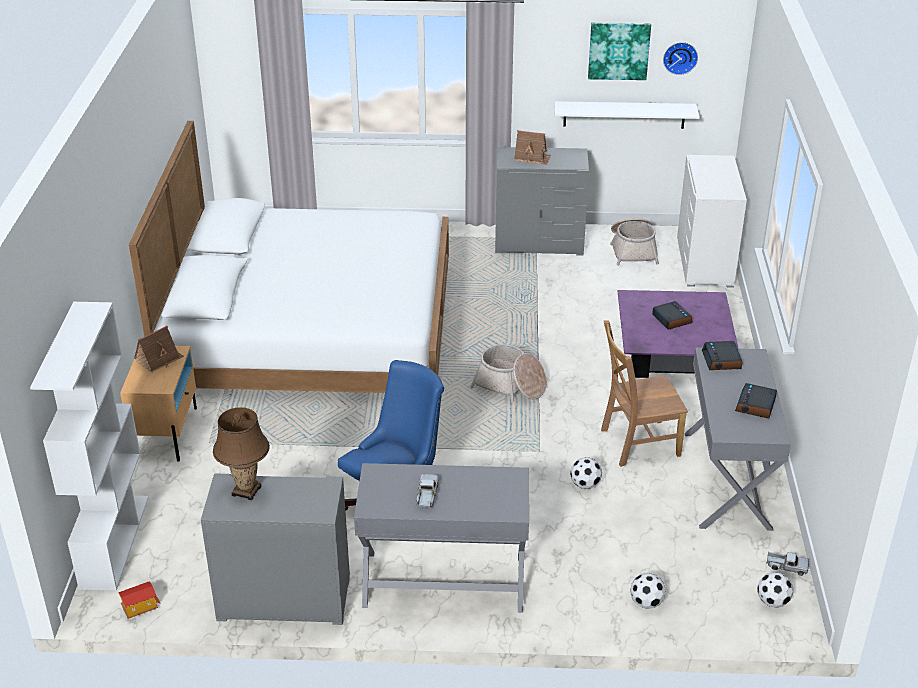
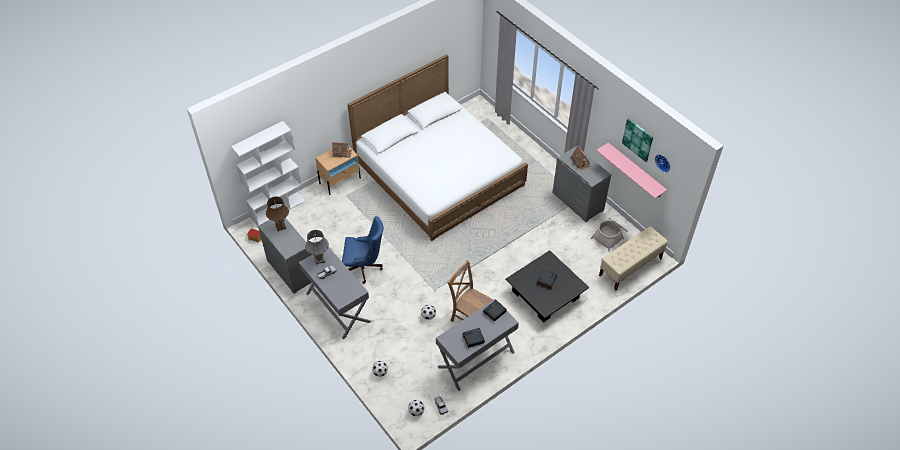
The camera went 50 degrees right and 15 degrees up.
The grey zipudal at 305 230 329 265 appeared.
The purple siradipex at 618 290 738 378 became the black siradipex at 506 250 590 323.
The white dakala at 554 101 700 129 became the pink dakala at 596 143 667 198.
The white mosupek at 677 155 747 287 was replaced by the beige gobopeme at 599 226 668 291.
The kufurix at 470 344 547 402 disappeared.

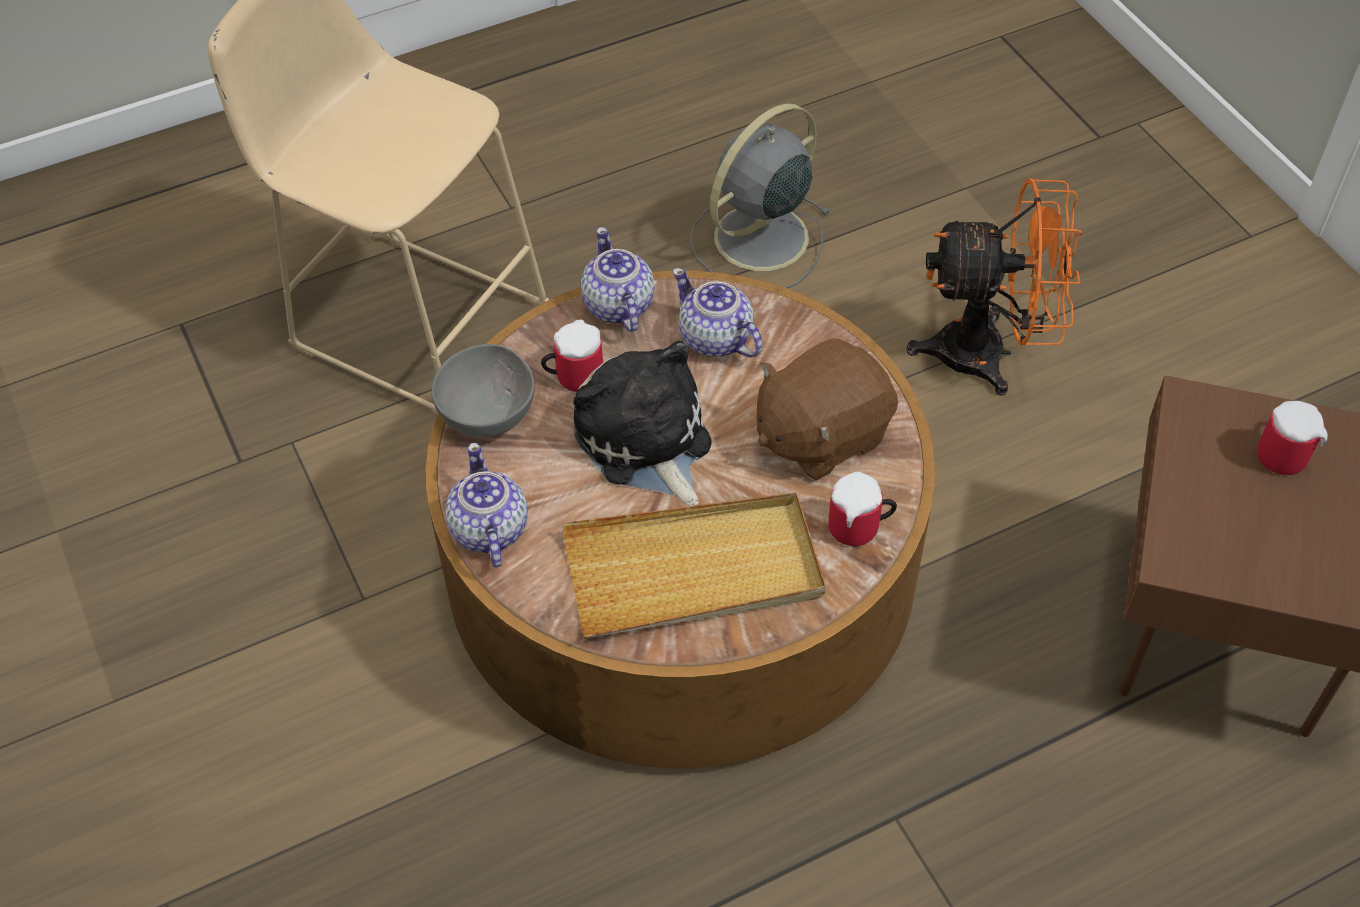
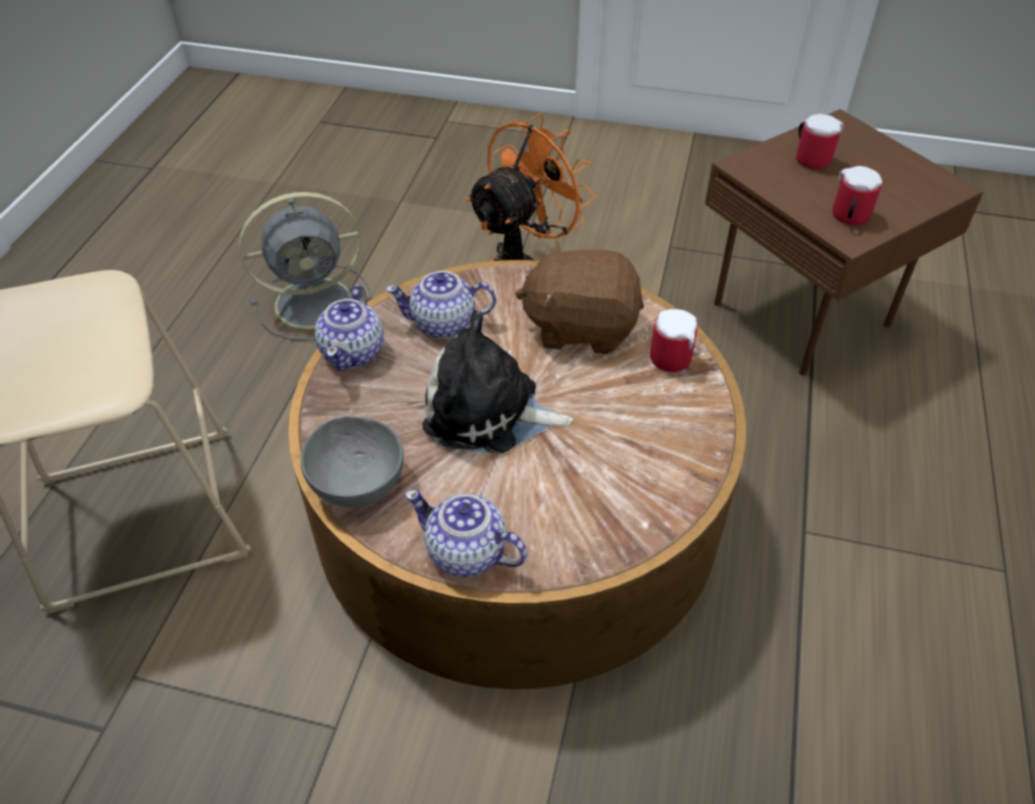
The camera went 50 degrees left and 5 degrees down.
The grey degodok at 690 103 831 288 turned 105 degrees counterclockwise.
The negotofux at 581 227 654 332 turned 105 degrees counterclockwise.
The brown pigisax at 756 338 898 481 turned 90 degrees clockwise.
The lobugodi moved from 541 320 603 392 to 833 166 882 225.
The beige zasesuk at 562 493 826 638 disappeared.

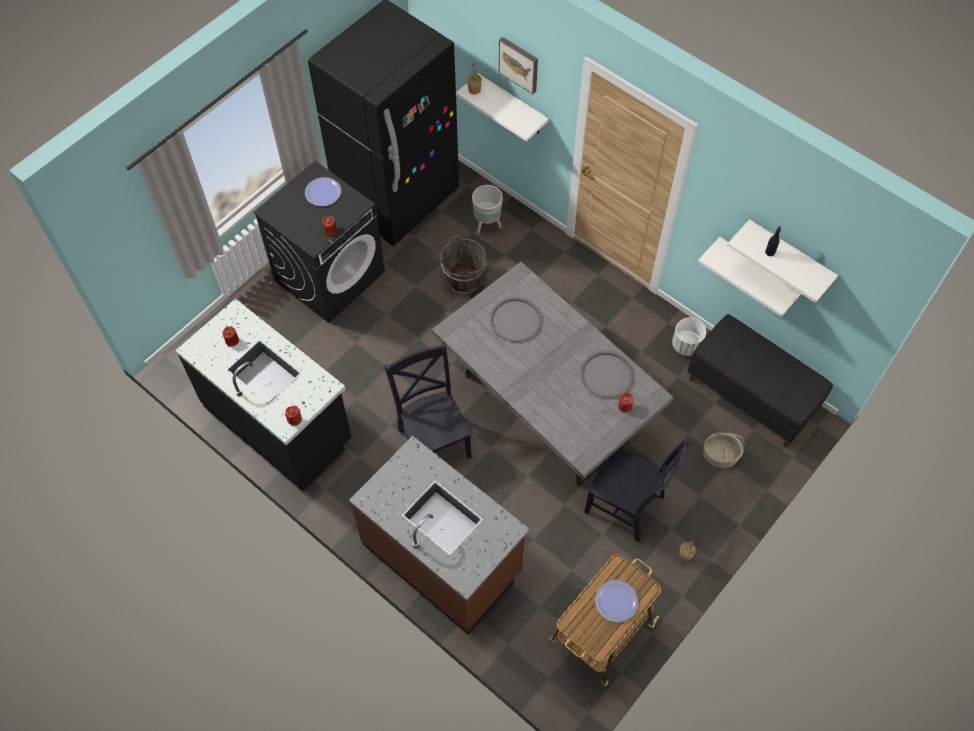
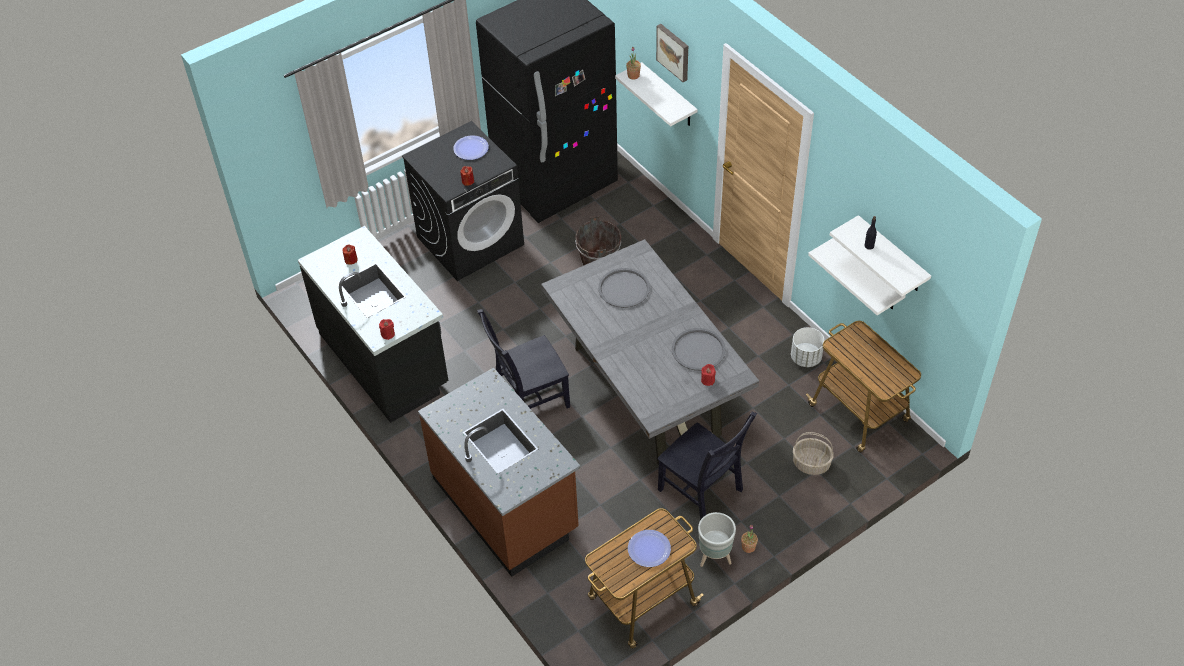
The camera went 15 degrees right and 10 degrees down.
The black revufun at 384 342 472 459 turned 105 degrees counterclockwise.
The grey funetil moved from 472 185 503 234 to 698 512 736 567.
The black gobopeme at 687 314 833 447 was replaced by the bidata at 806 321 921 453.

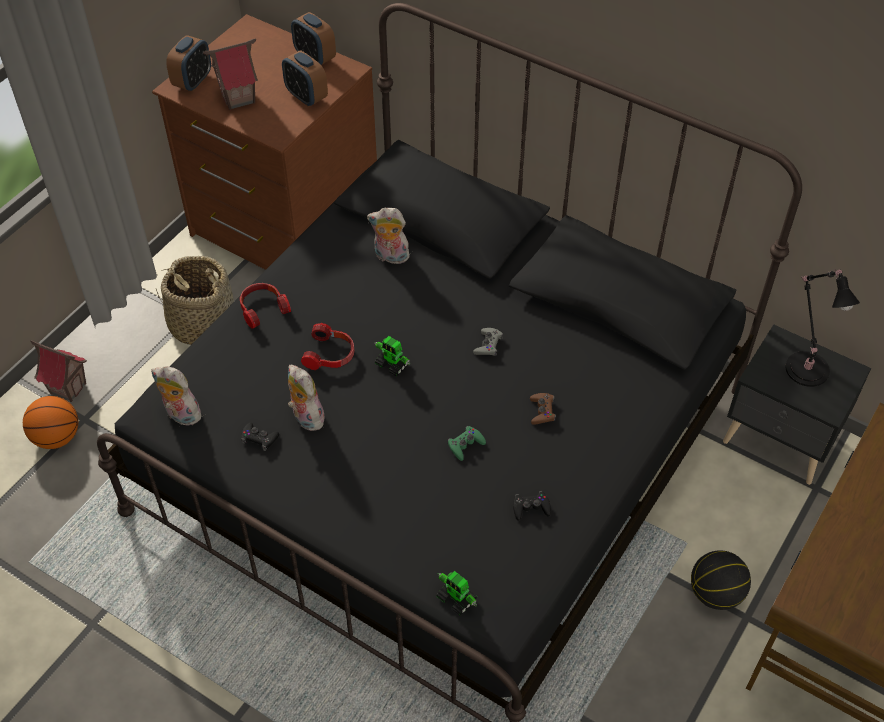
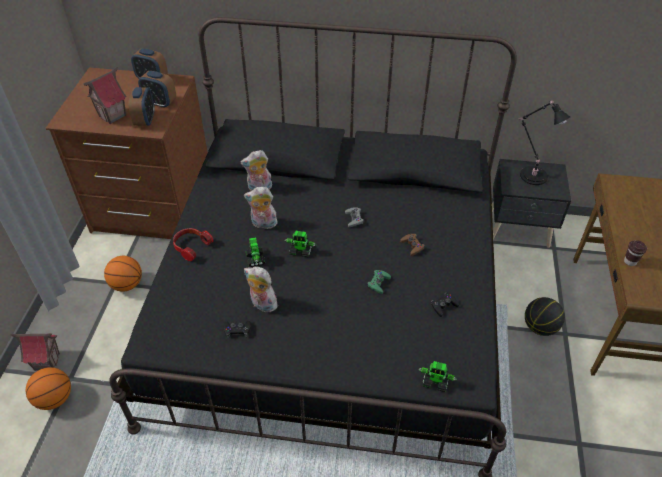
The camera went 25 degrees left and 5 degrees down.
The kufurix at 155 256 234 345 was replaced by the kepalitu at 104 256 142 292.
The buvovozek moved from 166 35 211 91 to 128 87 155 126.
The pigisax moved from 151 367 201 425 to 244 187 277 229.
The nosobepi at 301 323 354 370 was replaced by the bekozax at 246 237 265 267.
The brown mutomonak at 624 240 647 266 appeared.

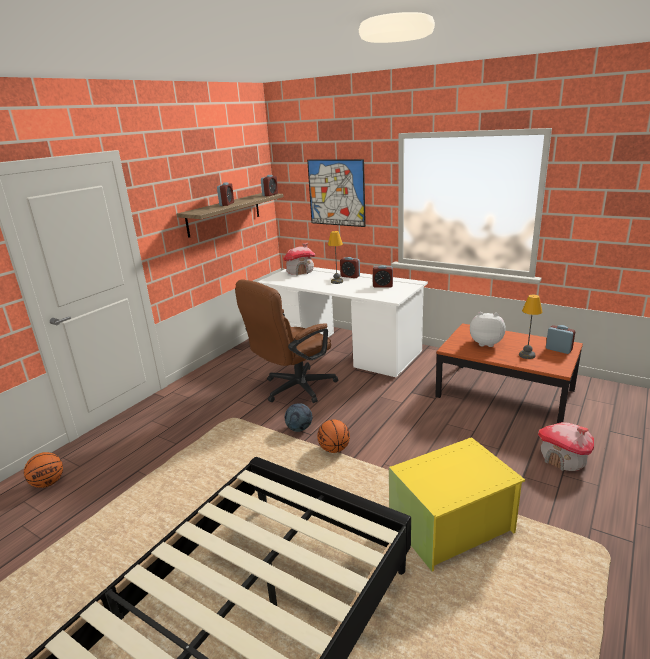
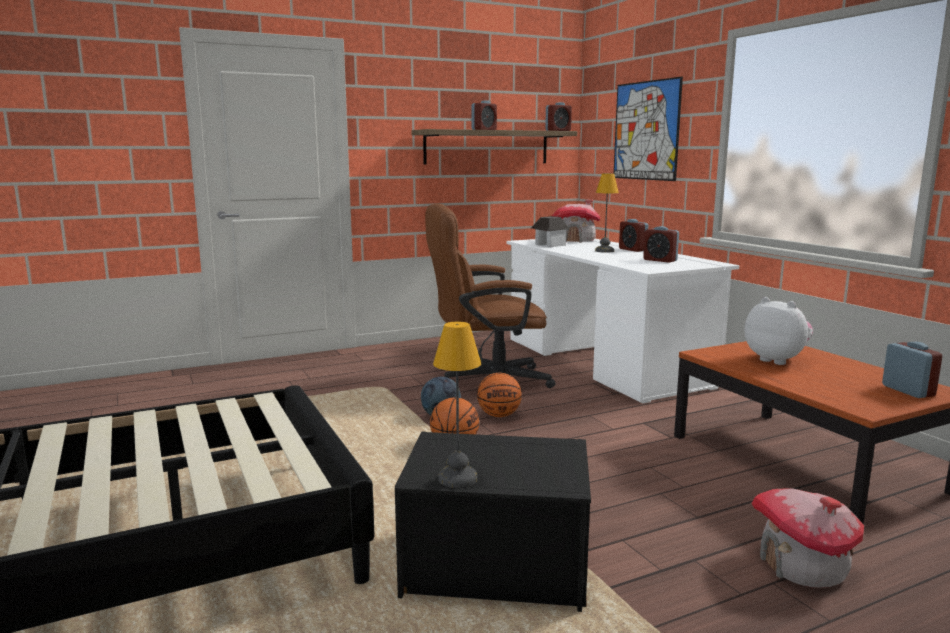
The camera went 30 degrees right and 10 degrees down.
The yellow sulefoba at 389 437 525 571 became the black sulefoba at 395 431 591 612.
The zipudal moved from 519 295 542 359 to 433 322 481 488.
The kepalitu moved from 24 452 63 488 to 477 373 522 417.
The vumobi at 531 216 570 247 appeared.

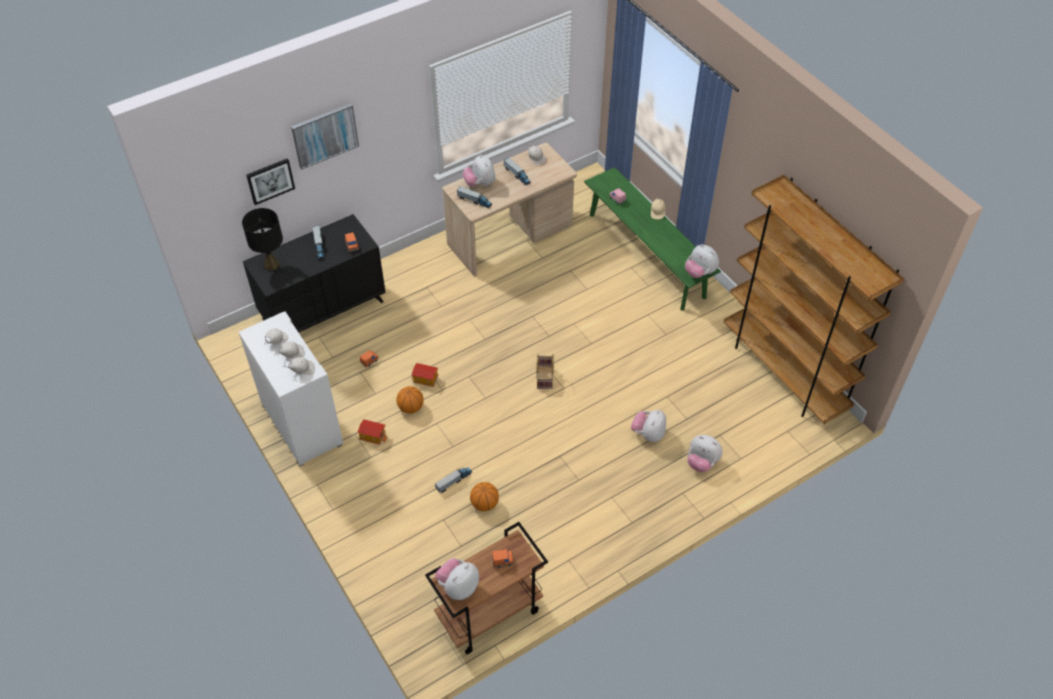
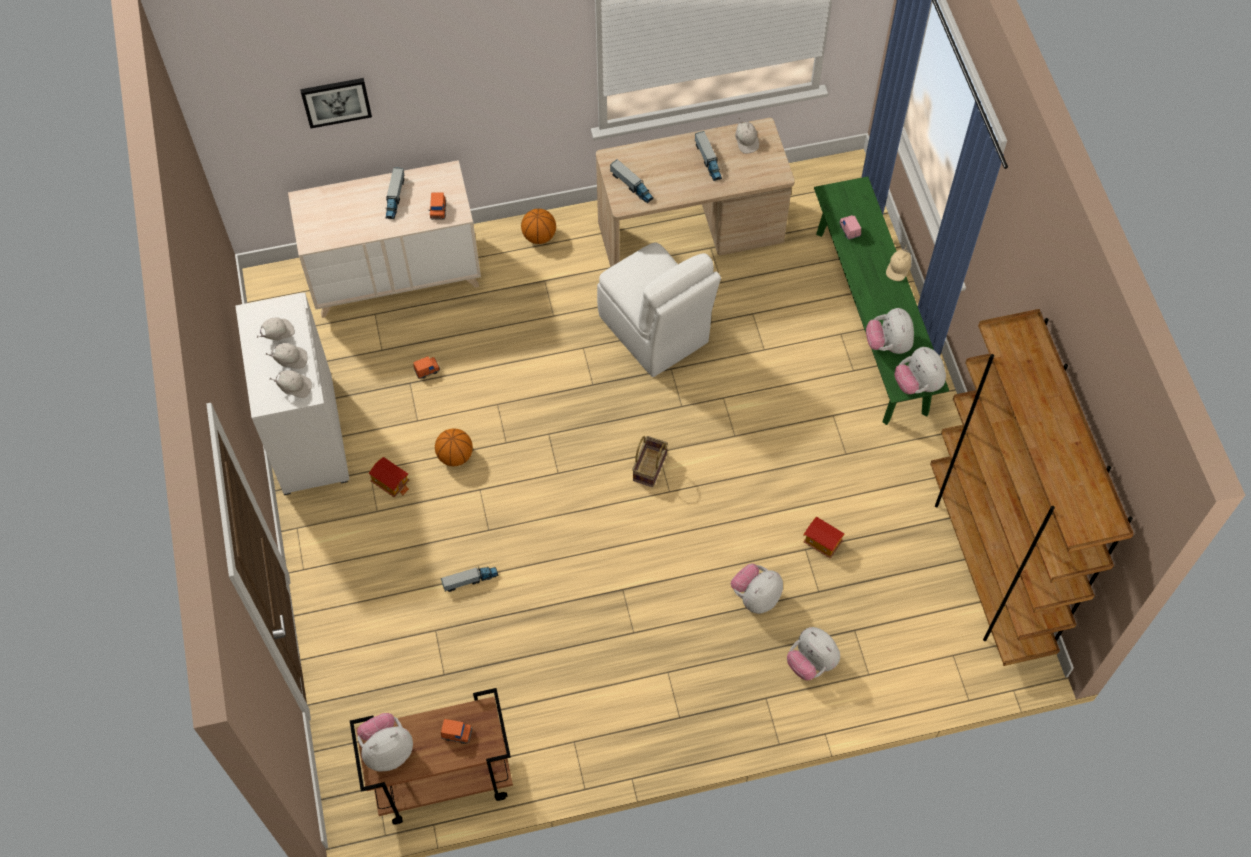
The camera went 20 degrees right and 10 degrees up.
The black mosupek at 243 214 386 333 became the beige mosupek at 288 160 481 318.
The kepalitu moved from 470 482 499 511 to 521 209 556 244.
The white revufun at 597 242 721 377 appeared.
The vumobi moved from 412 363 439 387 to 803 517 845 558.
The pigisax moved from 463 154 495 186 to 866 308 914 354.
The black zipudal at 242 208 283 270 disappeared.
The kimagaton at 291 103 359 169 disappeared.

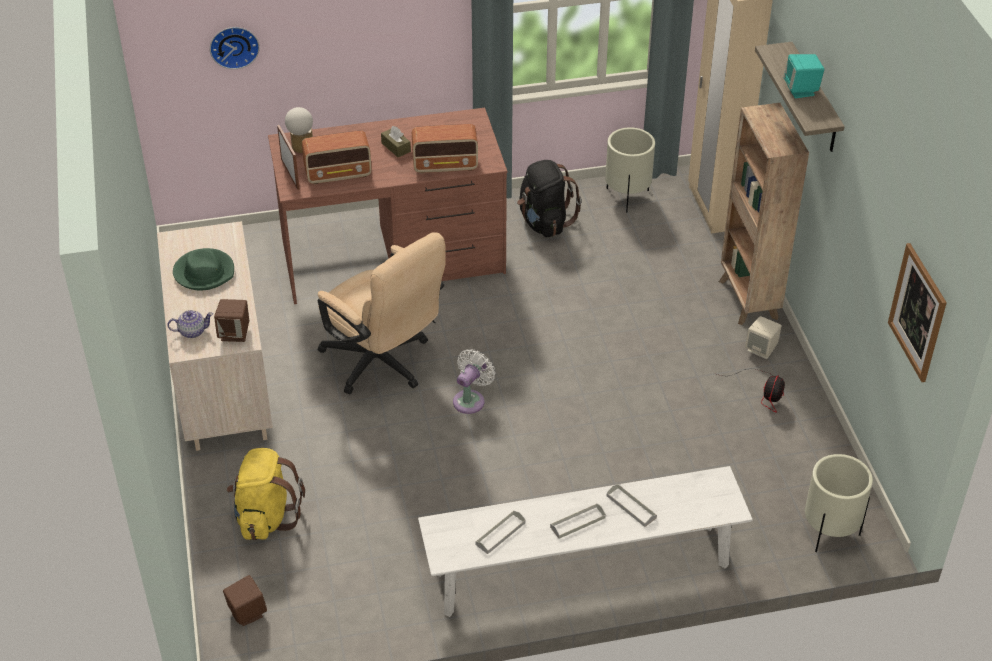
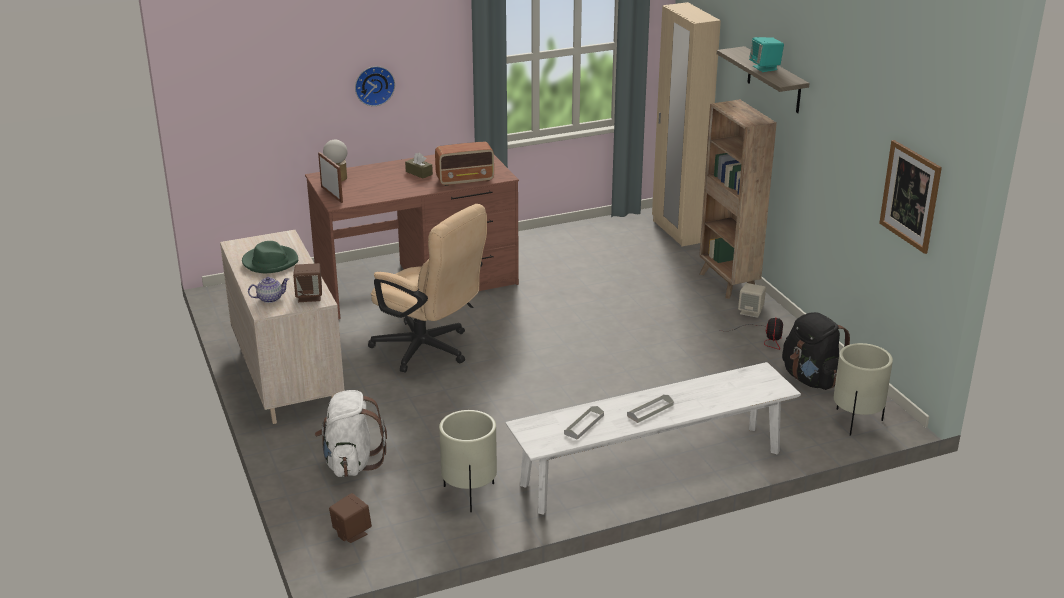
The camera went 10 degrees left and 15 degrees down.
The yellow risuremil at 227 448 305 540 became the white risuremil at 315 390 387 477.
The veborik moved from 210 27 260 69 to 355 66 395 106.
The beige funetil moved from 605 127 655 213 to 439 410 497 512.
The black risuremil moved from 517 160 582 237 to 782 312 850 390.
The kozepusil at 302 131 372 184 disappeared.
The white degodok at 453 349 495 414 disappeared.
The grey zasesuk at 607 484 657 527 disappeared.

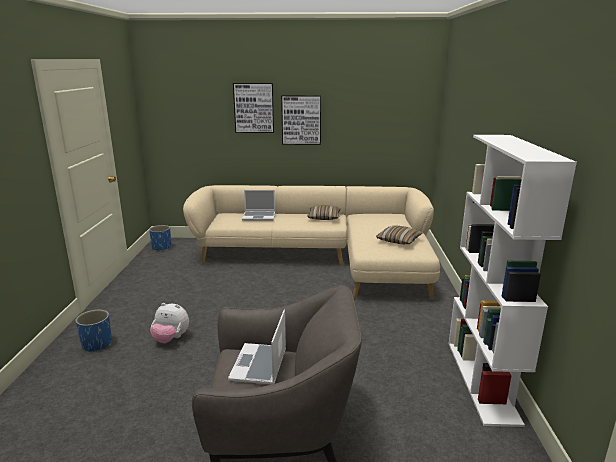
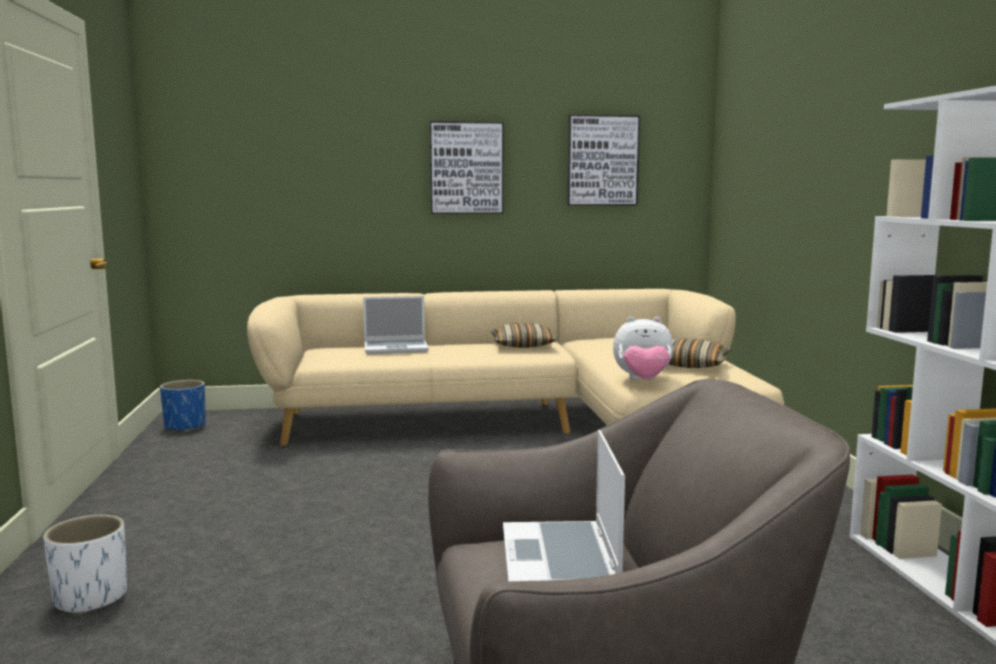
The camera went 10 degrees left and 10 degrees down.
The blue funetil at 76 310 112 353 became the white funetil at 43 515 127 615.
The kimagaton moved from 233 83 274 133 to 567 115 640 206.
The pigisax moved from 150 303 189 343 to 613 317 673 380.

